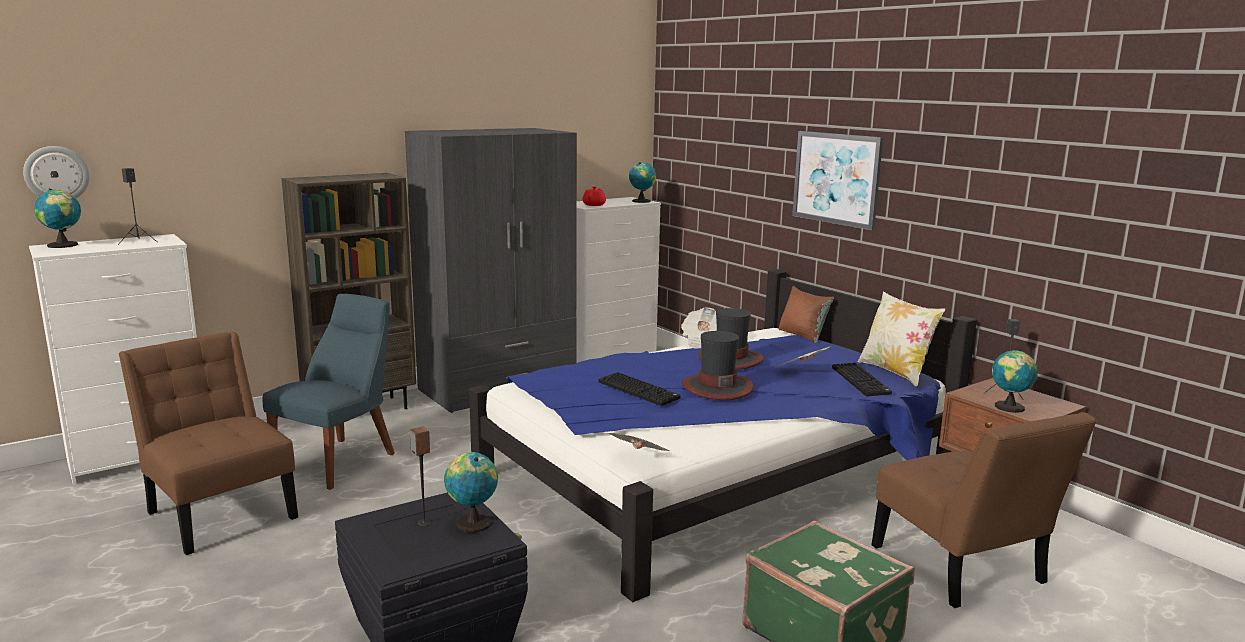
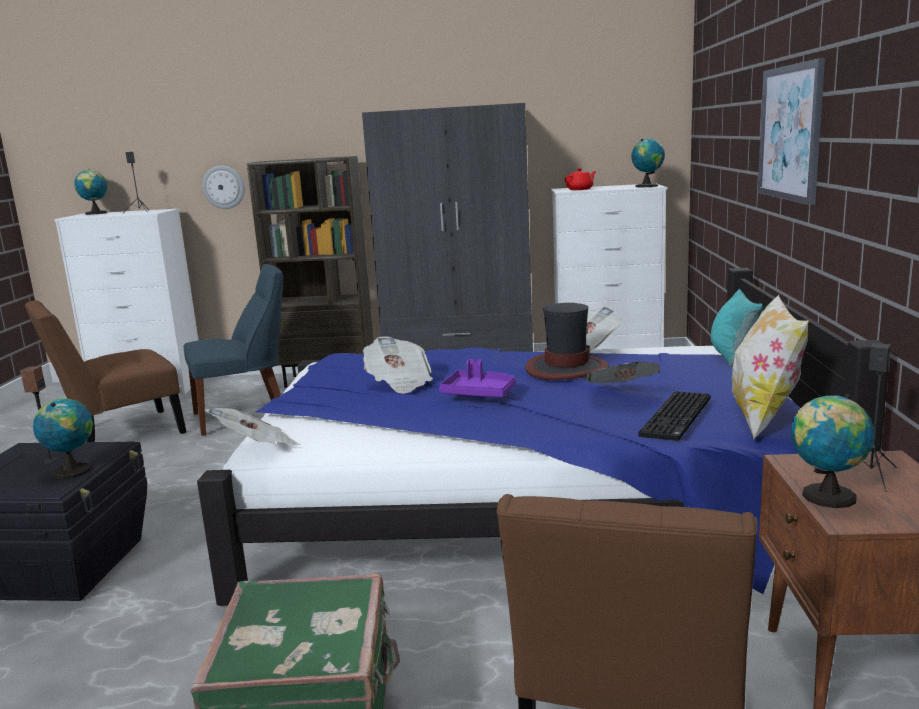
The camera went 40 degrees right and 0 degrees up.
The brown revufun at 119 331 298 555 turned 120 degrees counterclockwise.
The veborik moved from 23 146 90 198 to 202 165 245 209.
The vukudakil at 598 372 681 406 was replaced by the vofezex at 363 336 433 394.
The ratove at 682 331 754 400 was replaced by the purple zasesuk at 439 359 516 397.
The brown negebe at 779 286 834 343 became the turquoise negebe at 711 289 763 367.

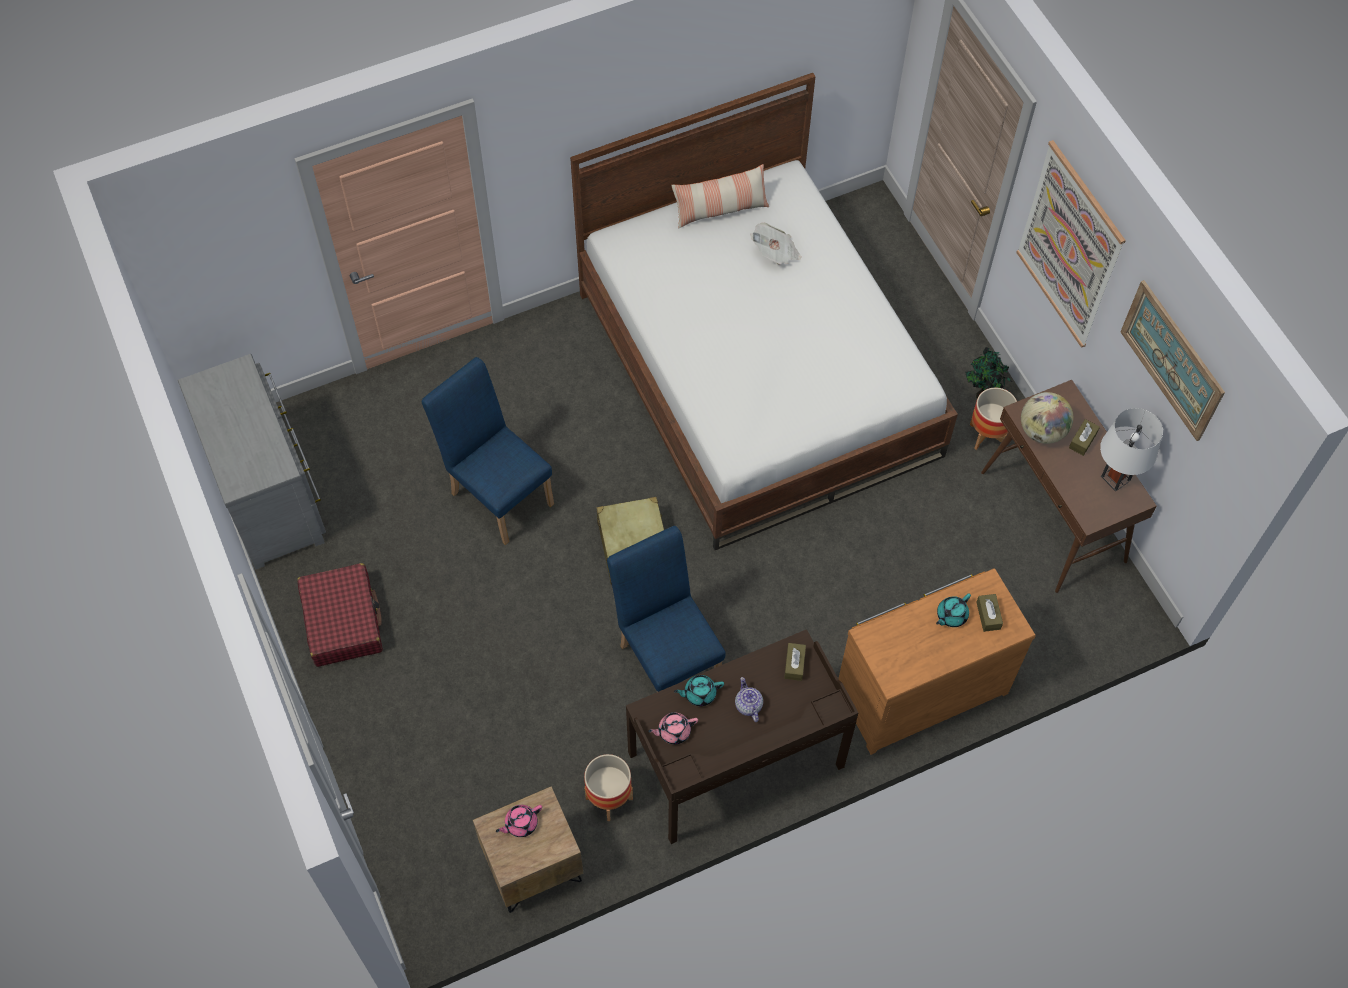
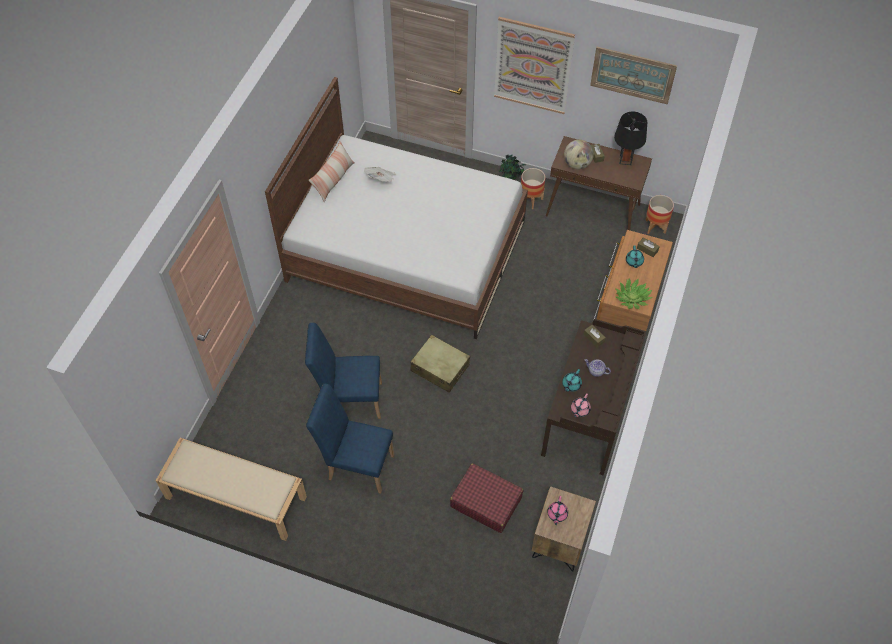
The camera went 45 degrees left and 5 degrees down.
The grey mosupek at 178 354 326 569 was replaced by the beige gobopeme at 155 438 307 541.
The blue revufun moved from 607 526 726 692 to 306 384 395 494.
The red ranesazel moved from 297 563 383 667 to 450 463 523 533.
The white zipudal at 1100 408 1163 491 became the black zipudal at 614 112 648 165.
The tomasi at 615 278 653 309 appeared.
The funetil moved from 584 754 633 821 to 645 195 674 234.

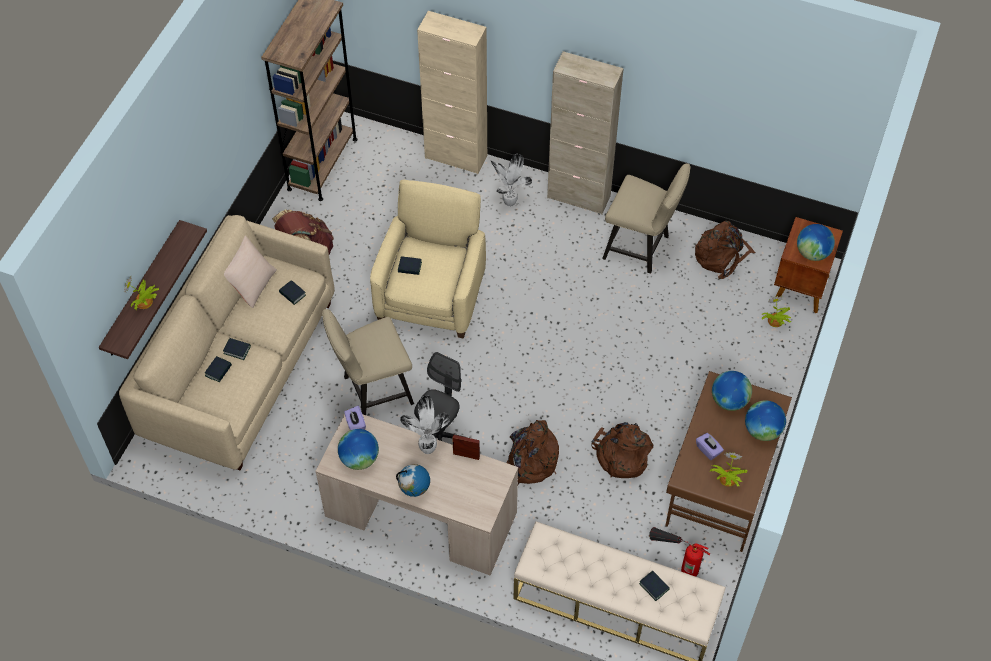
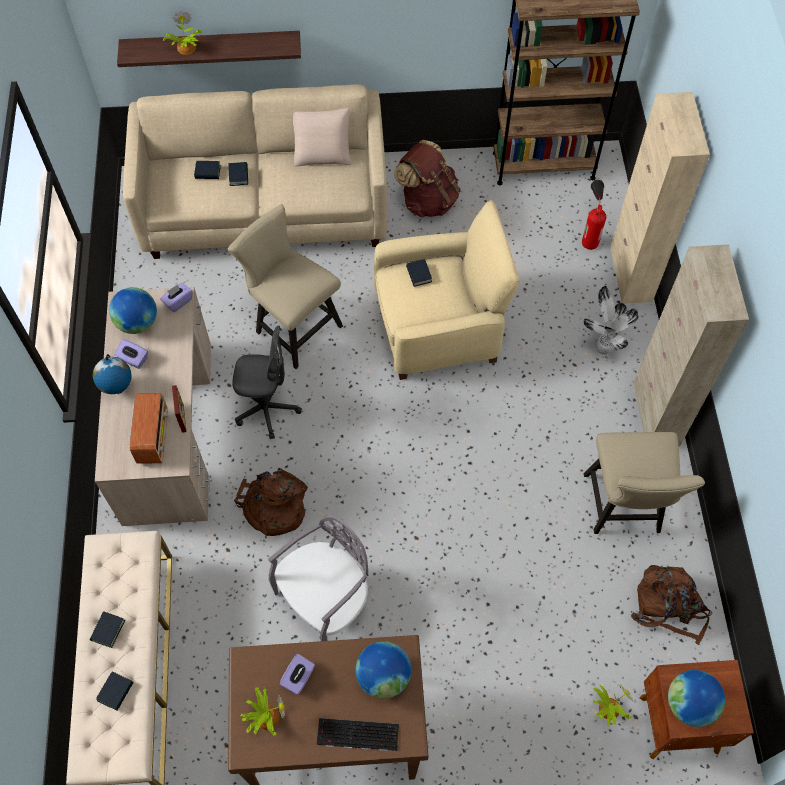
The camera went 65 degrees right and 5 degrees up.
The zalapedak moved from 279 280 306 305 to 90 611 125 648.
The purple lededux at 114 339 148 369 appeared.
The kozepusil at 130 393 168 464 appeared.
The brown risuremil at 591 422 653 478 was replaced by the grey revufun at 268 516 369 641.
The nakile at 745 400 786 441 was replaced by the vukudakil at 317 718 399 751.
The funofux moved from 649 527 710 577 to 582 180 606 250.
The tomasi at 400 395 450 454 disappeared.

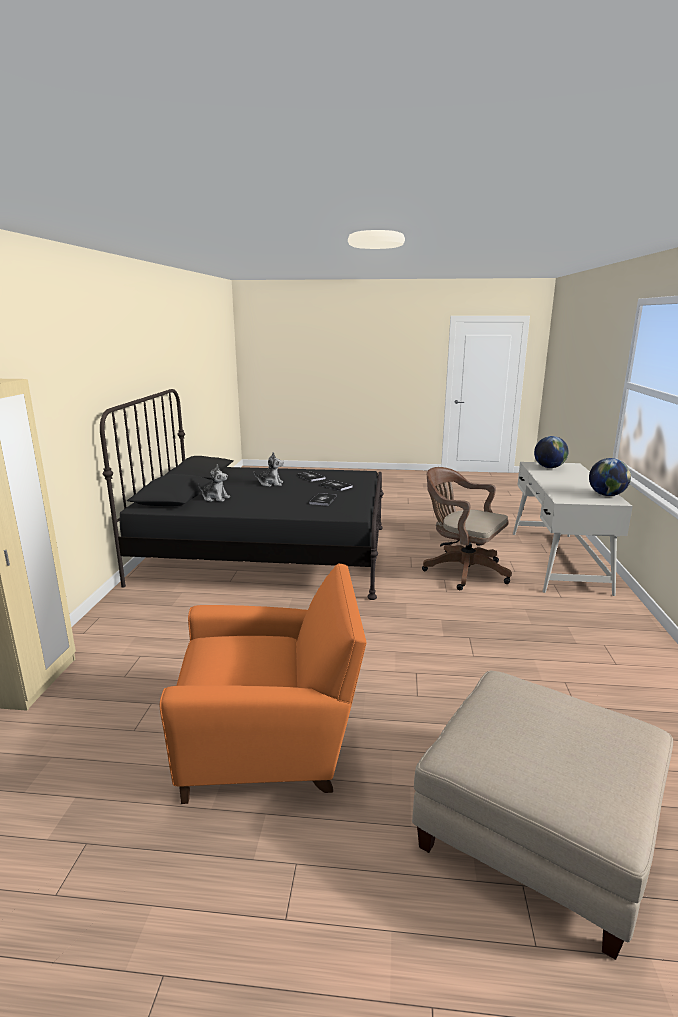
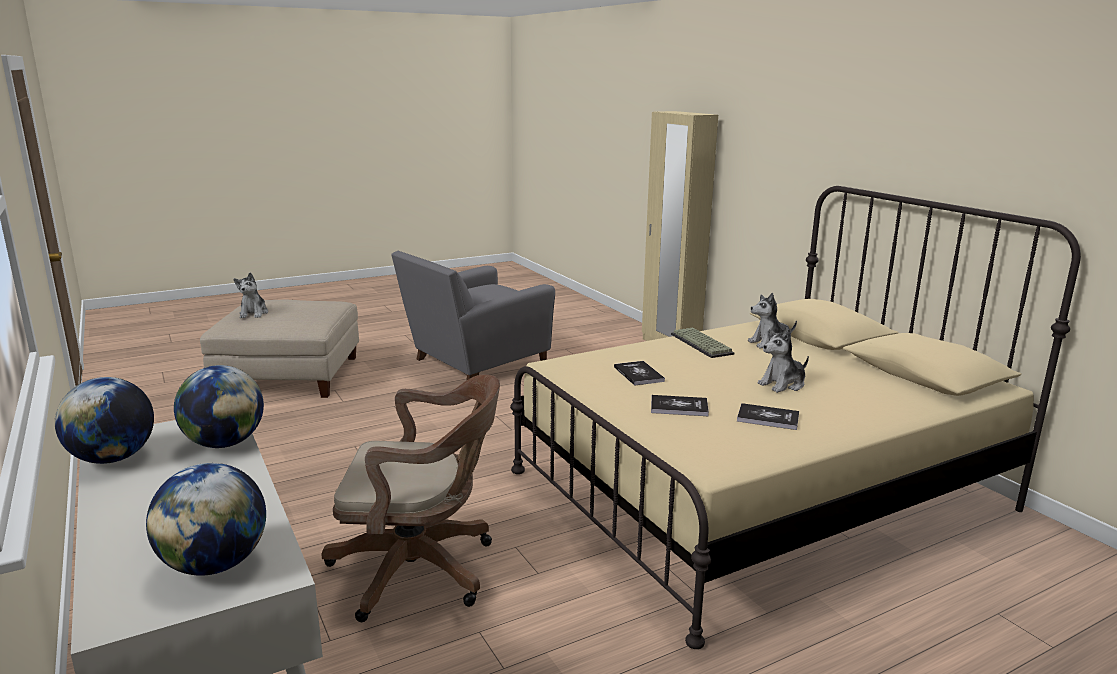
The camera went 145 degrees right and 0 degrees up.
The nakile at 174 365 264 448 appeared.
The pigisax at 234 273 268 318 appeared.
The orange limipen at 160 563 367 804 became the grey limipen at 391 251 555 381.
The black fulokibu at 100 389 384 600 became the beige fulokibu at 510 186 1081 649.
The vukudakil at 671 328 734 358 appeared.

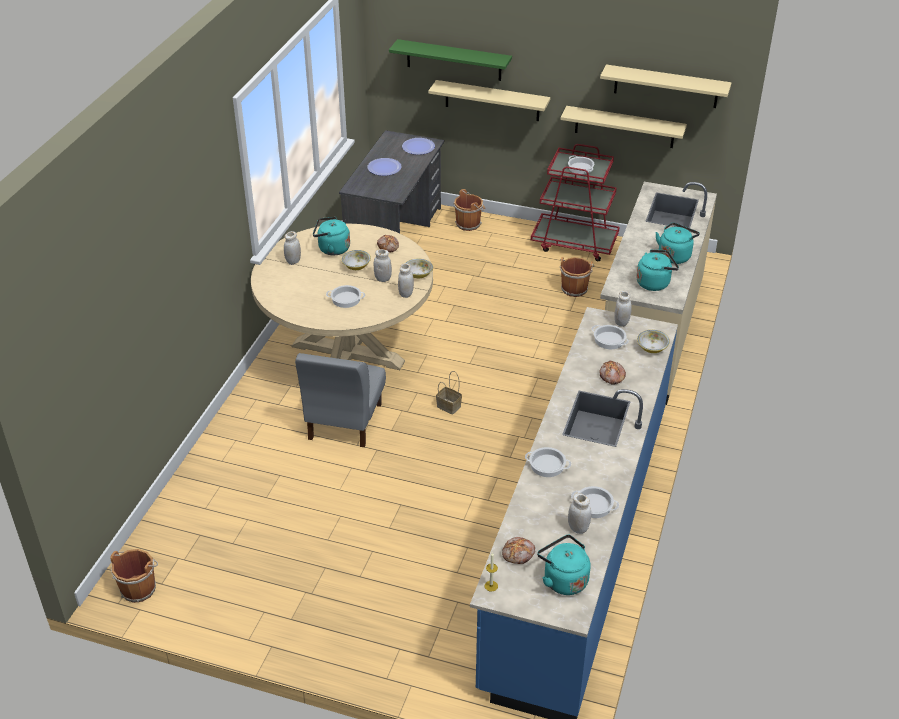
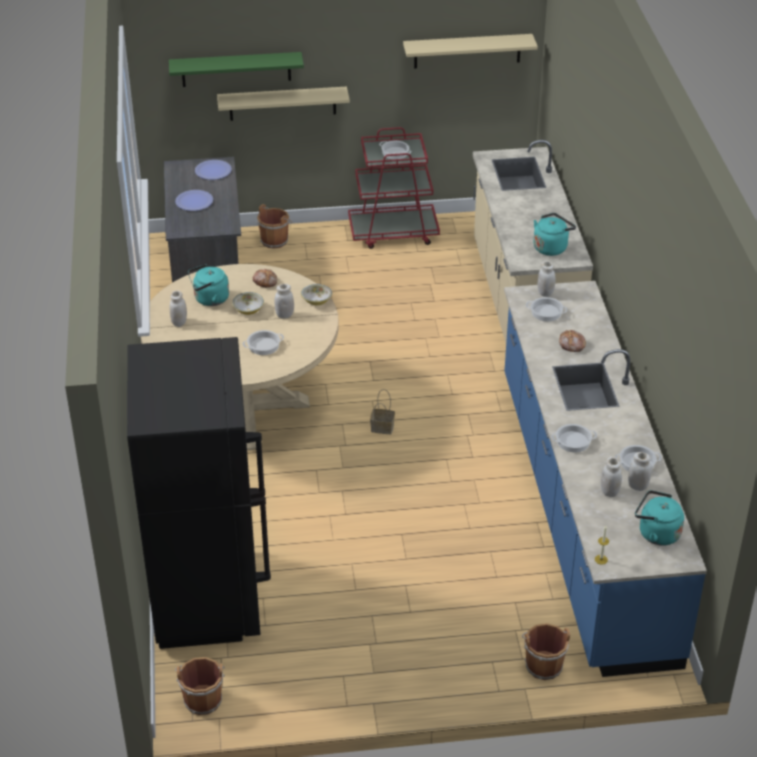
The camera went 25 degrees left and 0 degrees up.
The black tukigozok at 127 337 271 649 appeared.
The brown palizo moved from 560 257 594 297 to 522 623 570 680.
The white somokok moved from 398 263 414 298 to 601 457 622 497.
The grey revufun at 295 353 386 447 disappeared.
The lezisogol at 502 537 535 564 disappeared.
The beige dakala at 560 106 687 148 disappeared.
The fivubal at 637 330 670 353 disappeared.
The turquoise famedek at 655 223 700 264 disappeared.

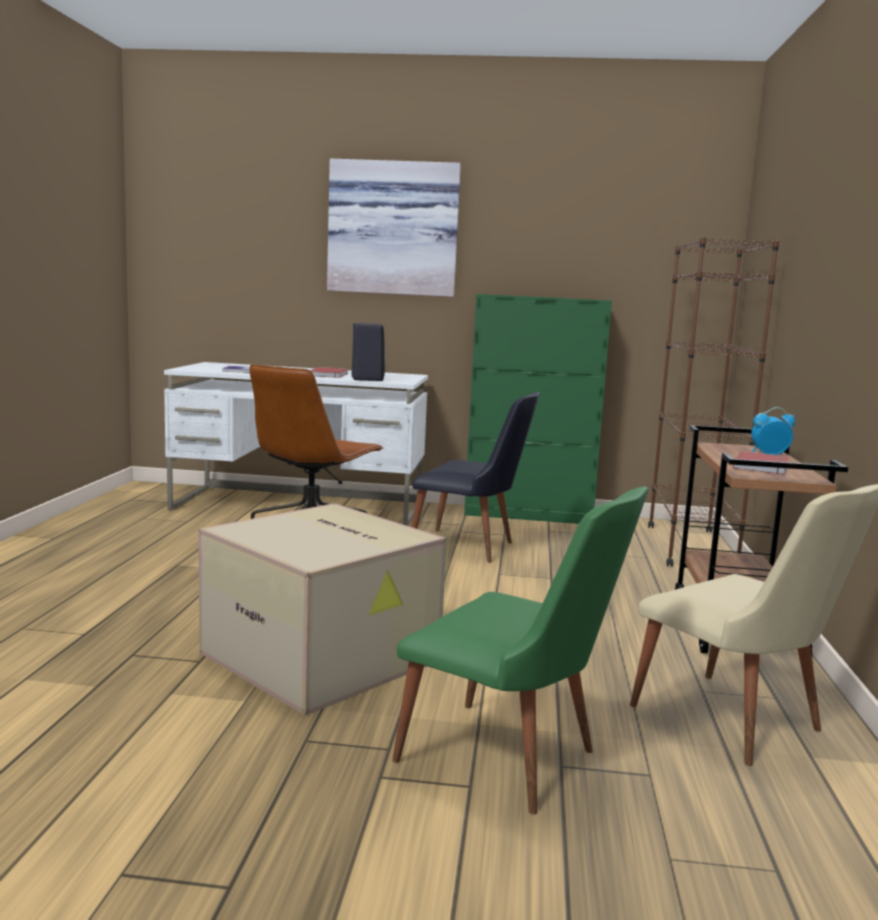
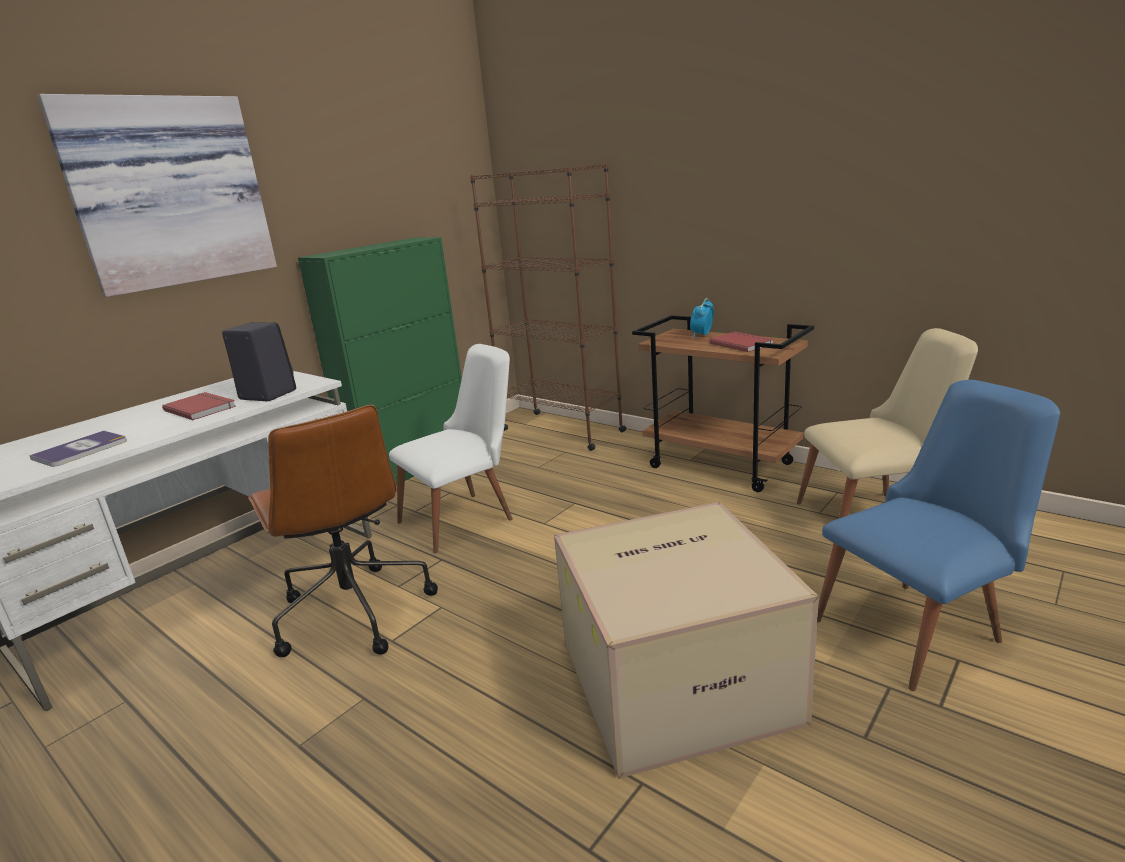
The camera went 55 degrees left and 10 degrees up.
The black revufun at 412 392 540 563 became the white revufun at 389 344 513 554.
The green revufun at 392 487 649 815 became the blue revufun at 817 380 1060 691.

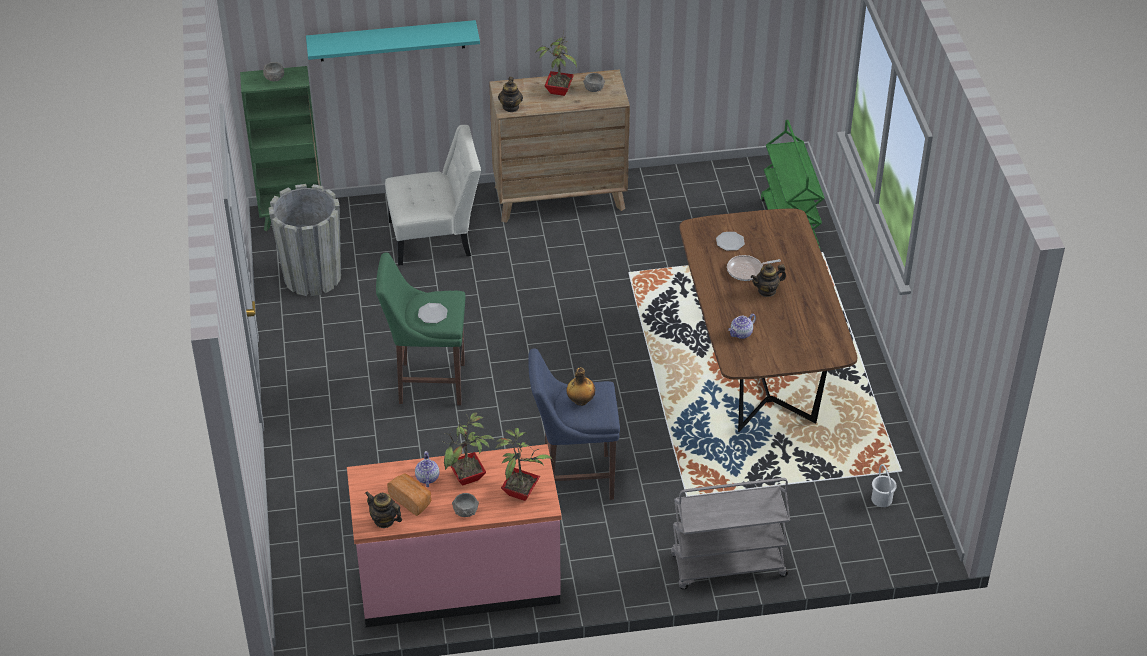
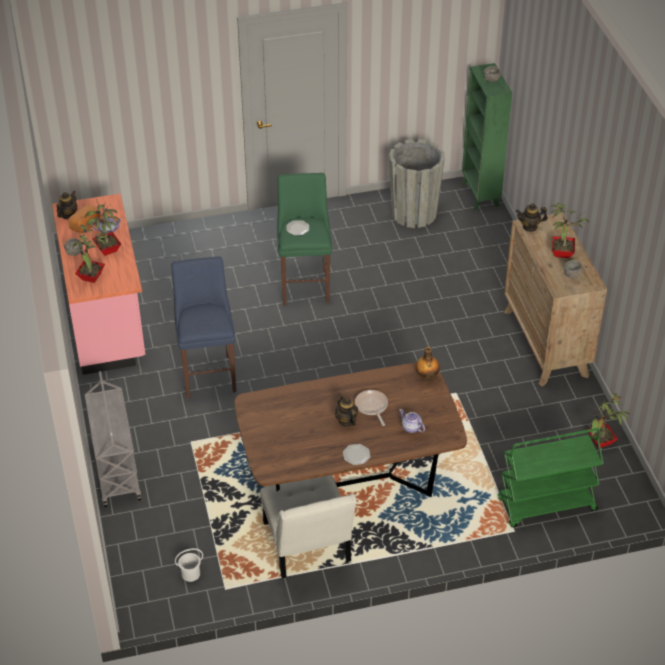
The camera went 85 degrees right and 0 degrees up.
The white revufun moved from 385 125 481 266 to 260 475 357 578.
The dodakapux moved from 716 232 745 251 to 343 444 371 465.
The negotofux moved from 728 314 756 339 to 399 409 425 433.
The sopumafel moved from 566 367 595 406 to 416 347 440 381.
The tomasi at 587 393 631 449 appeared.
The turquoise dakala at 306 20 480 61 disappeared.

